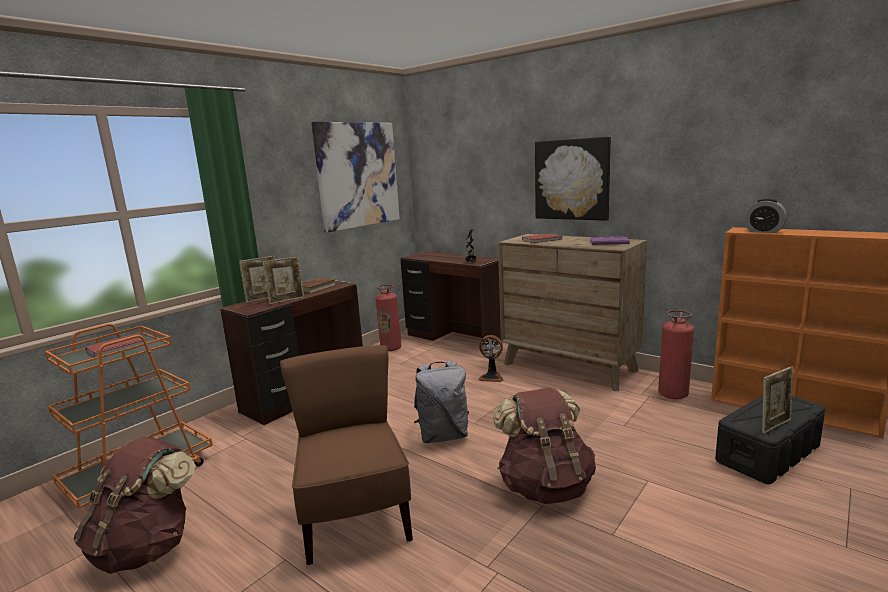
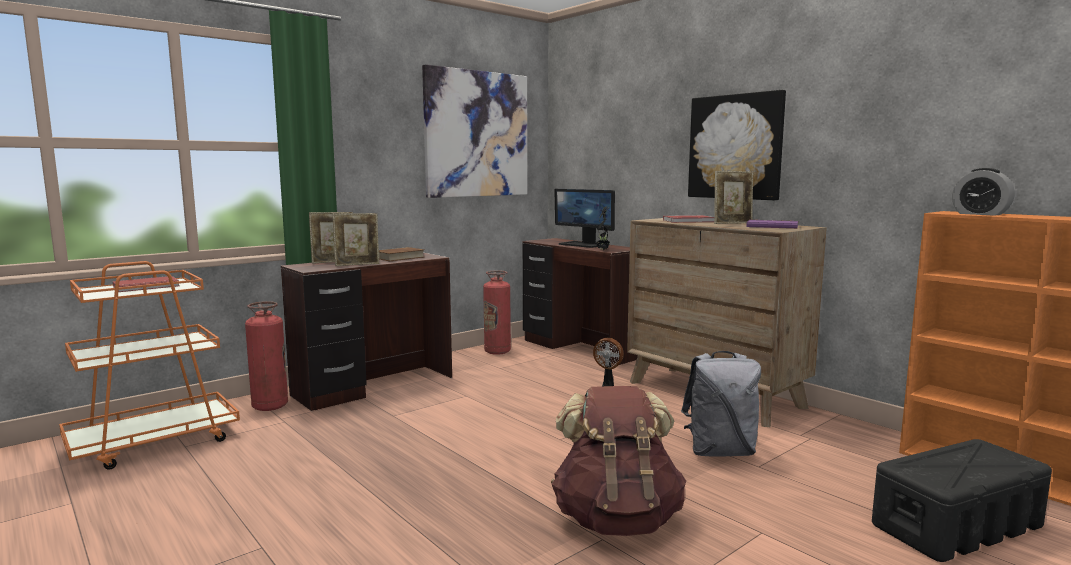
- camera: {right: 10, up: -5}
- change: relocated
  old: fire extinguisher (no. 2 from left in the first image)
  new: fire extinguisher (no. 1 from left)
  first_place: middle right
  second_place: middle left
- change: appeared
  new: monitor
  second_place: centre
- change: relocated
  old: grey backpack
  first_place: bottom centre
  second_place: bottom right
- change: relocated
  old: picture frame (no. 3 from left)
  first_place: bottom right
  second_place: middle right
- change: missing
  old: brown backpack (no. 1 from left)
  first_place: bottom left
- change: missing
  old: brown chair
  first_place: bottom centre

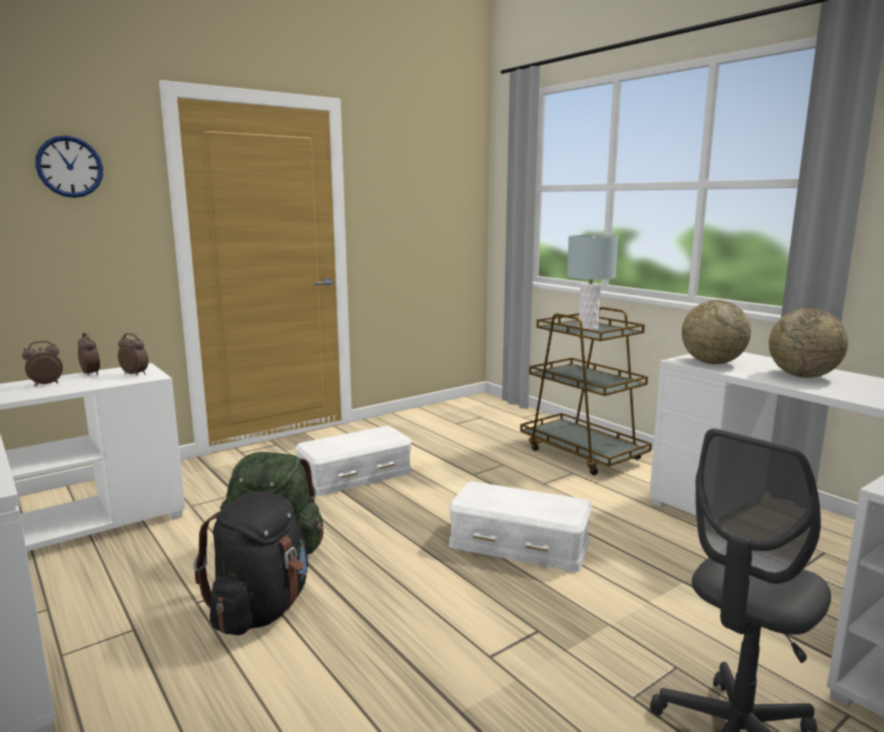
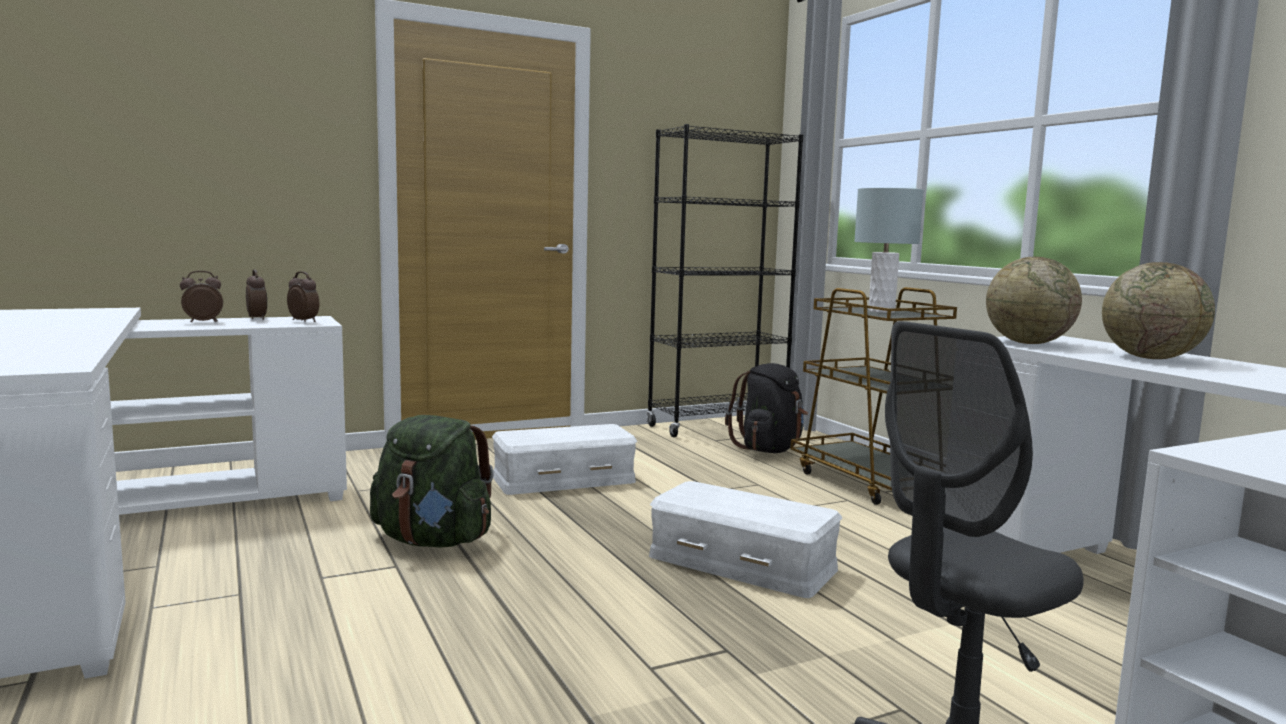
- camera: {right: 10, up: -5}
- change: appeared
  new: black bookcase
  second_place: centre
- change: relocated
  old: black backpack
  first_place: bottom left
  second_place: centre
- change: missing
  old: wall clock
  first_place: top left

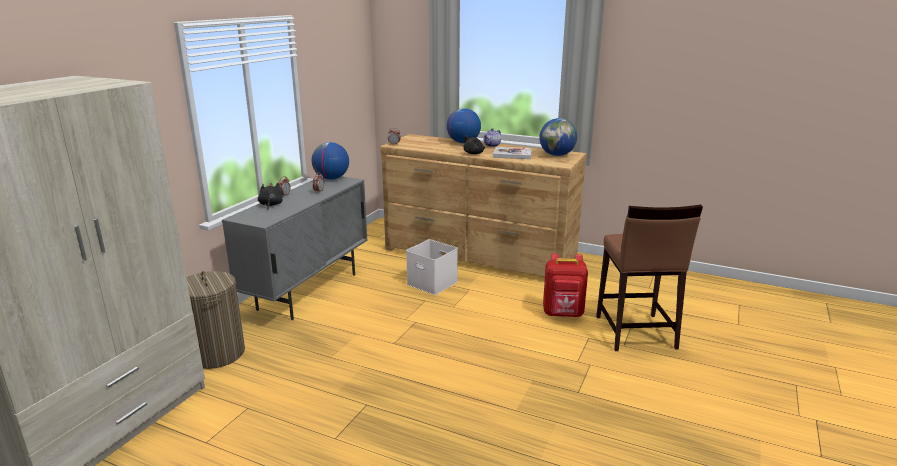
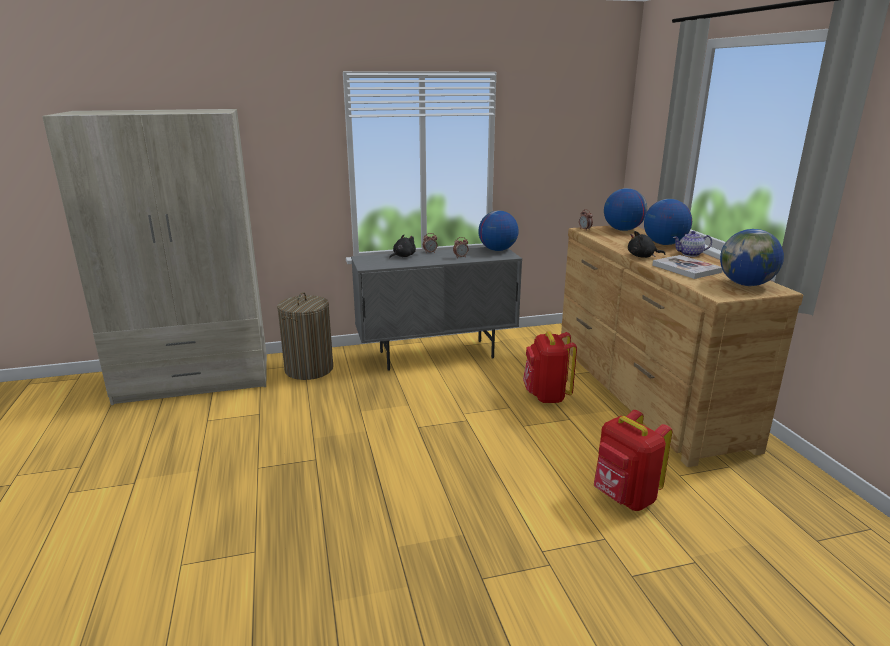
- camera: {right: 50, up: 0}
- change: exchanged
  old: white storage box
  new: red backpack (no. 1 from left)
  first_place: centre
  second_place: centre
- change: appeared
  new: globe (no. 2 from left)
  second_place: top right
- change: missing
  old: brown stool
  first_place: middle right

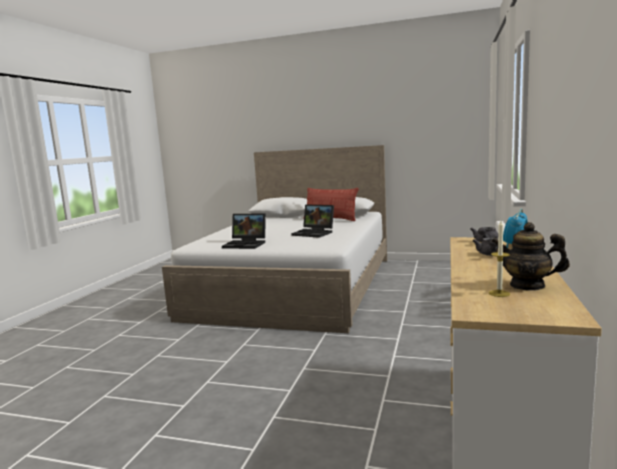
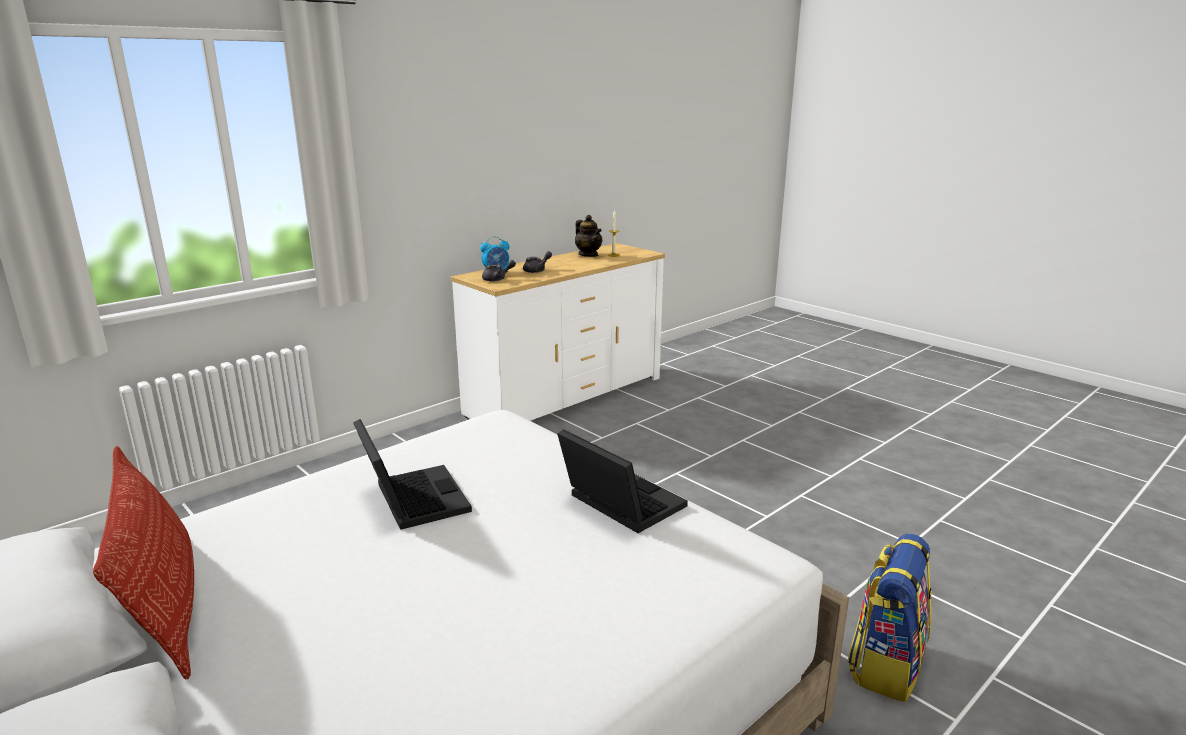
- camera: {right: -150, up: 10}
- change: appeared
  new: backpack
  second_place: bottom right

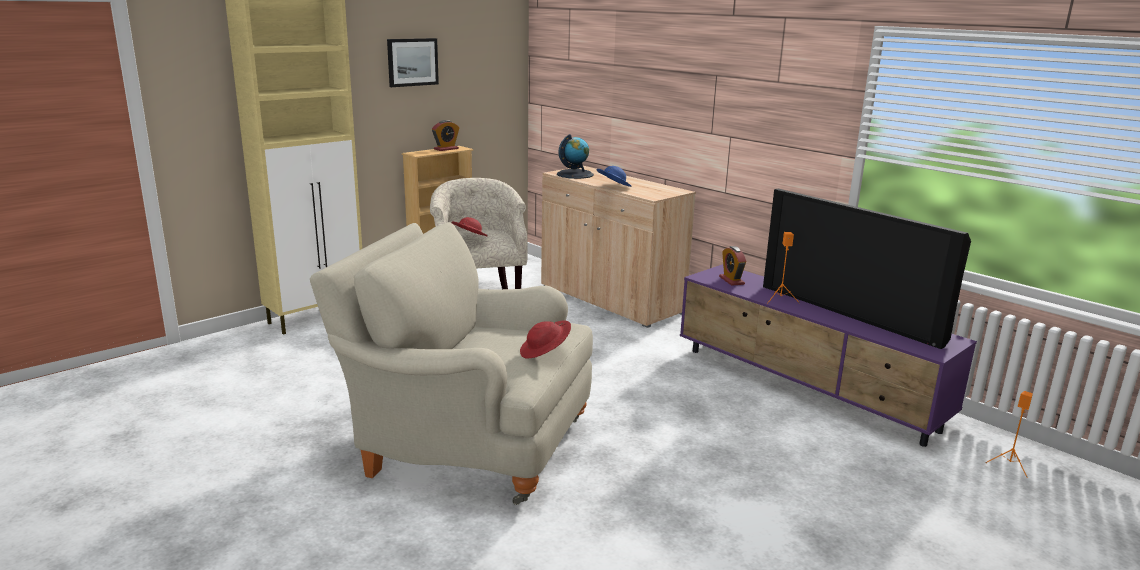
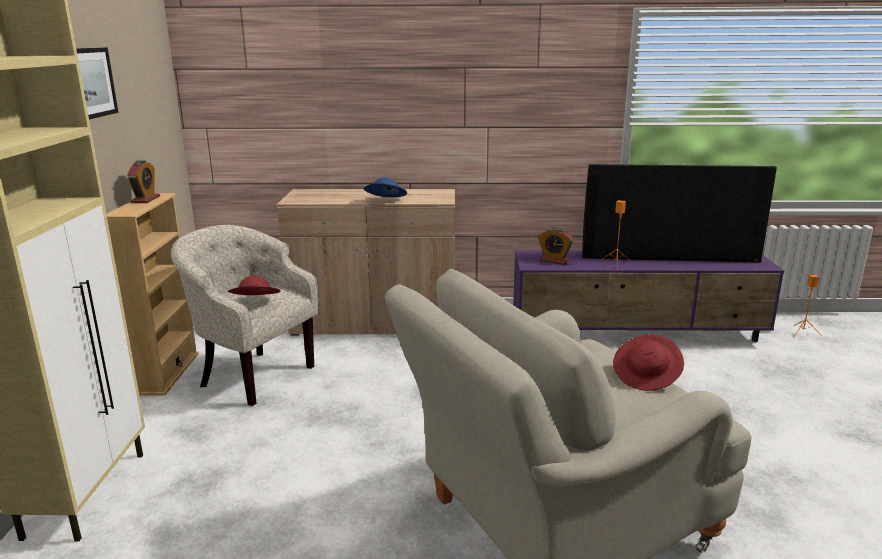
- camera: {right: -45, up: 0}
- change: missing
  old: globe
  first_place: top centre

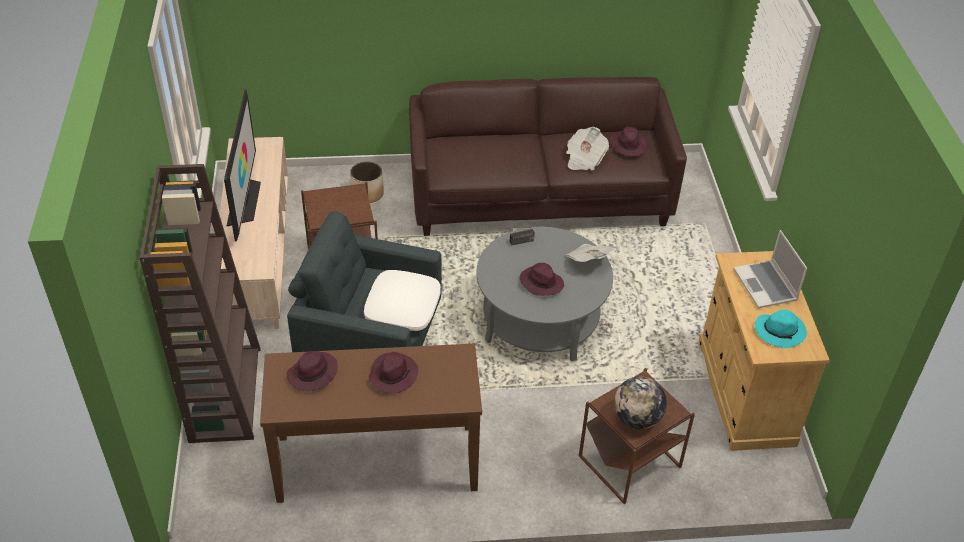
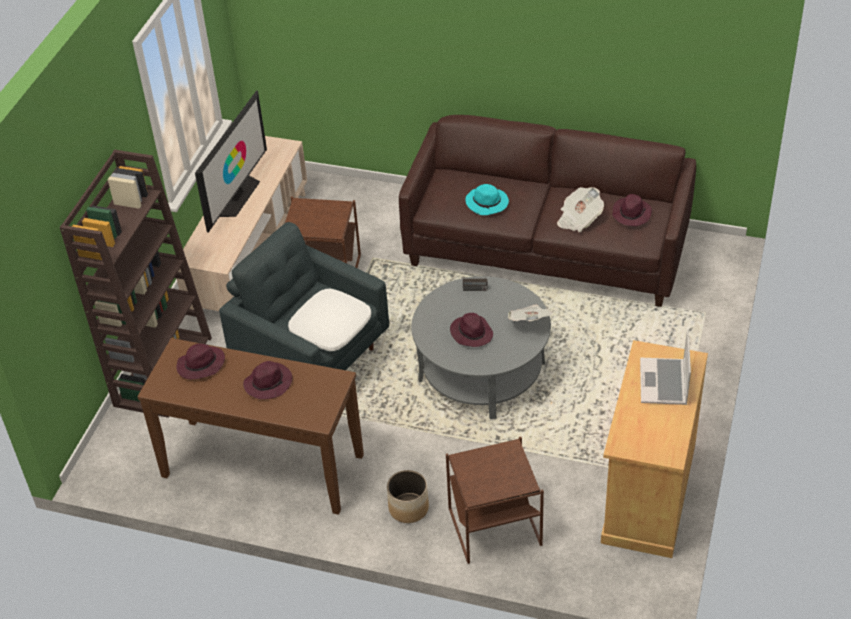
- camera: {right: 25, up: 0}
- change: relocated
  old: planter
  first_place: centre
  second_place: bottom centre
- change: relocated
  old: turquoise hat
  first_place: middle right
  second_place: top centre
- change: missing
  old: globe
  first_place: bottom centre

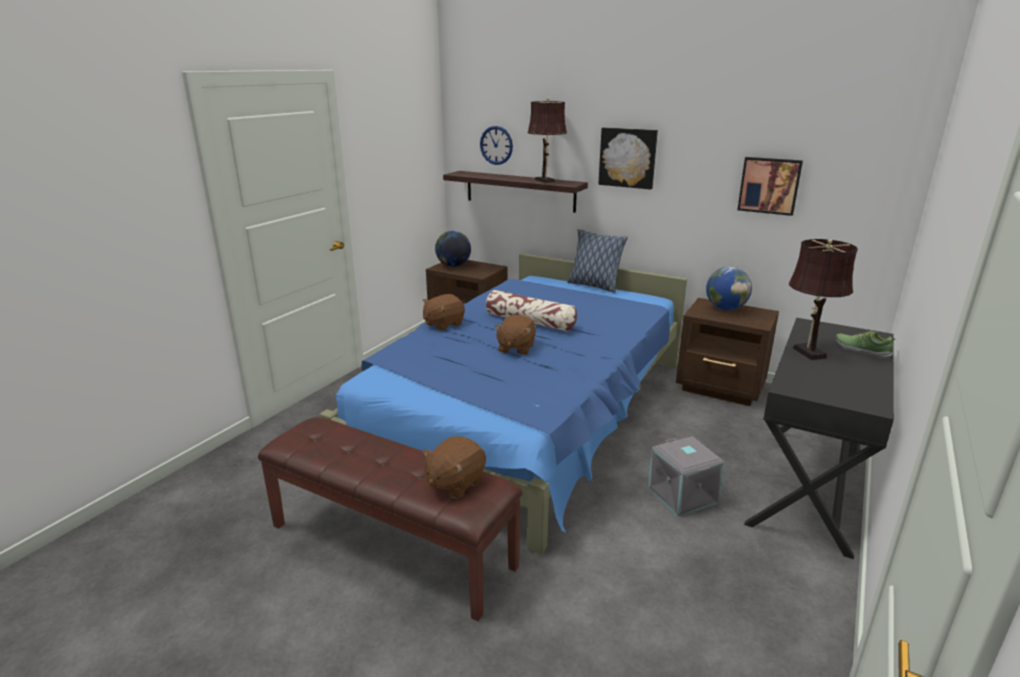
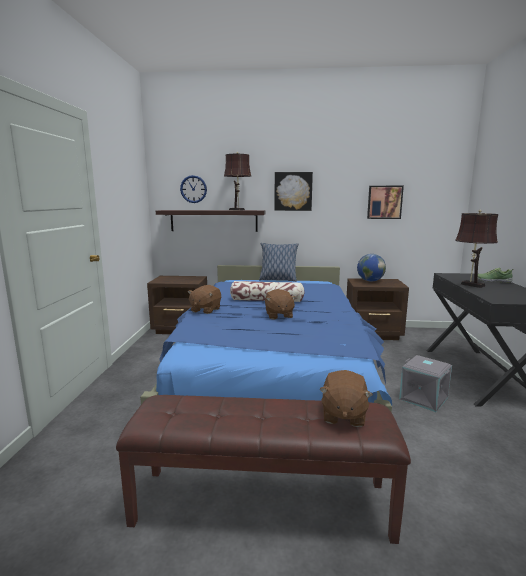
- camera: {right: -25, up: -10}
- change: missing
  old: globe (no. 1 from left)
  first_place: centre

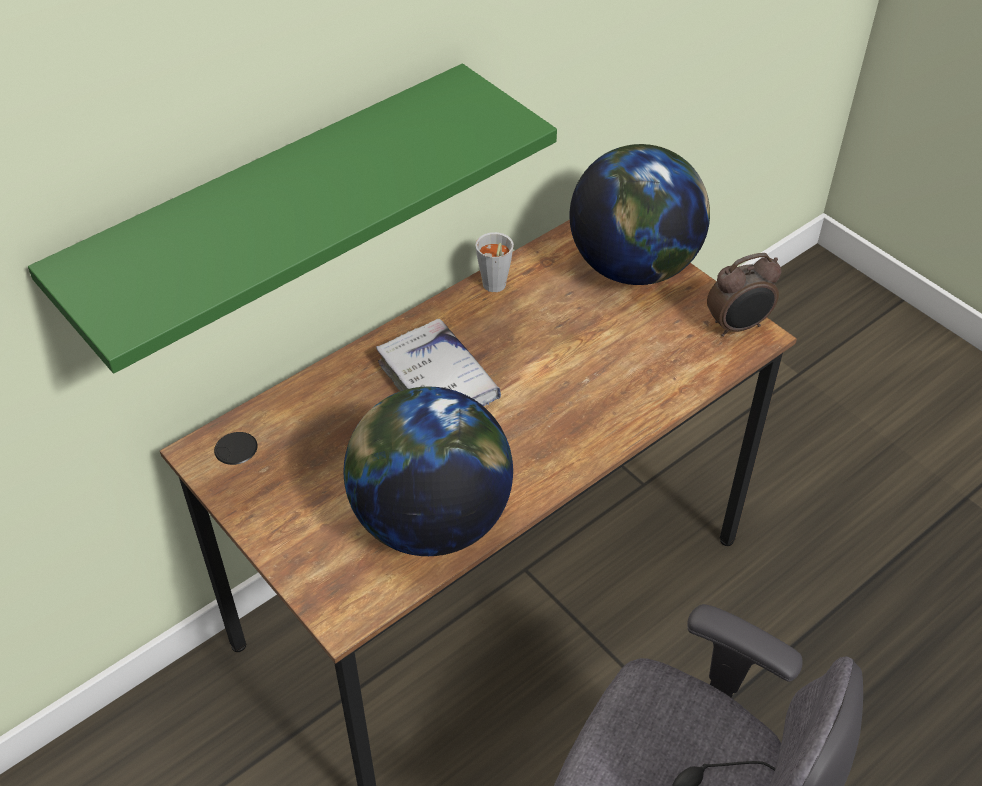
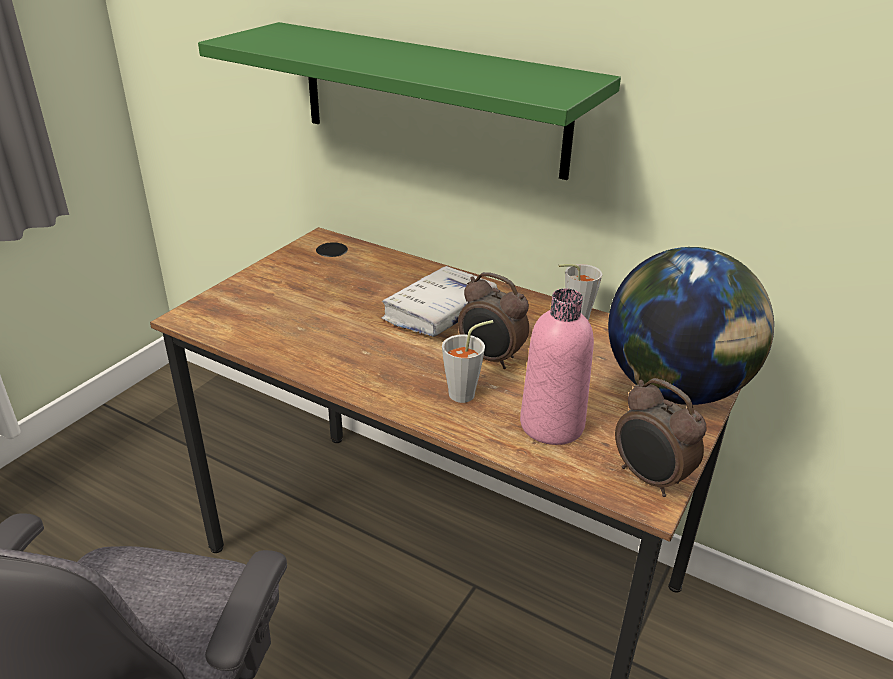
- camera: {right: 70, up: -15}
- change: appeared
  new: grey cup (no. 1 from left)
  second_place: centre
- change: appeared
  new: alarm clock (no. 1 from left)
  second_place: centre
- change: appeared
  new: pink bottle
  second_place: centre
- change: missing
  old: globe (no. 1 from left)
  first_place: centre

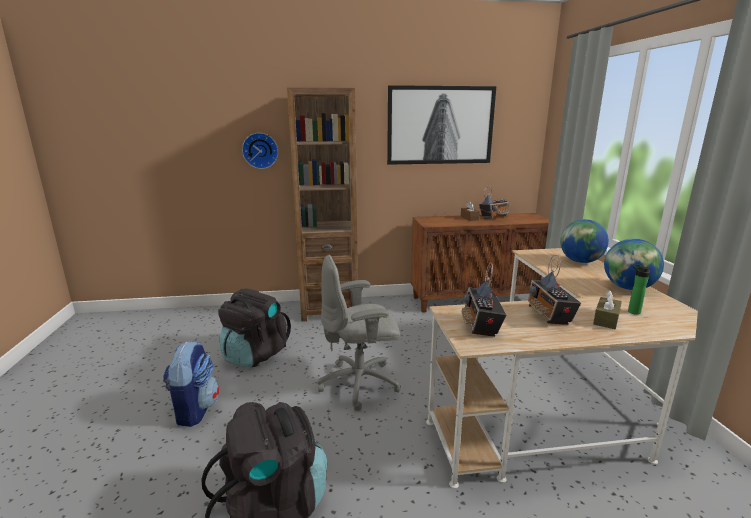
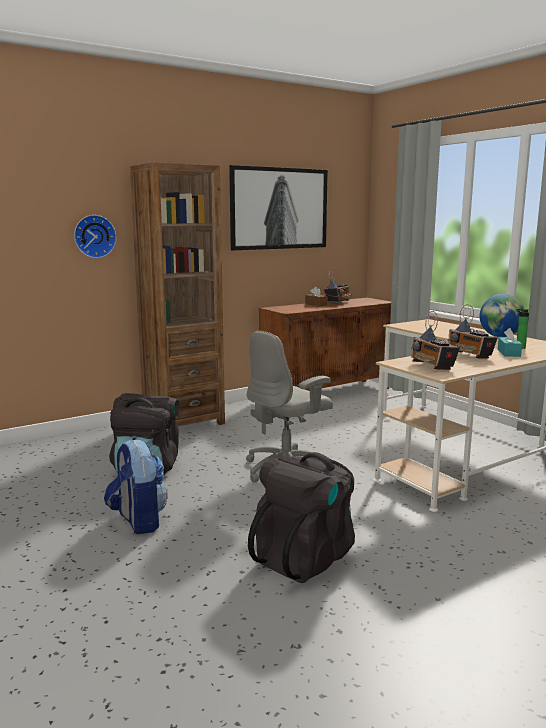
- camera: {right: -25, up: -5}
- change: colour
  old: brown tissue box (no. 2 from left)
  new: turquoise tissue box
  first_place: middle right
  second_place: middle right
- change: missing
  old: globe (no. 1 from left)
  first_place: middle right

